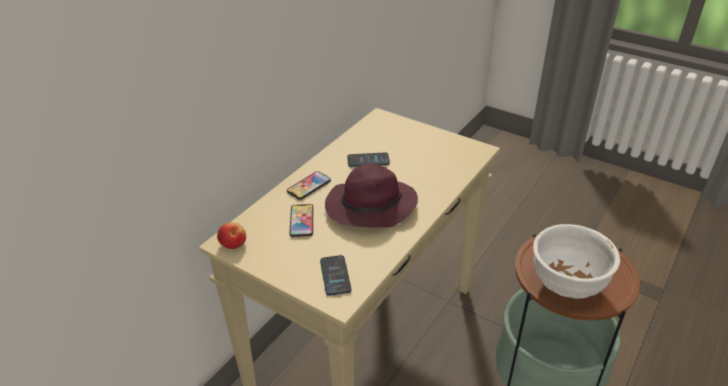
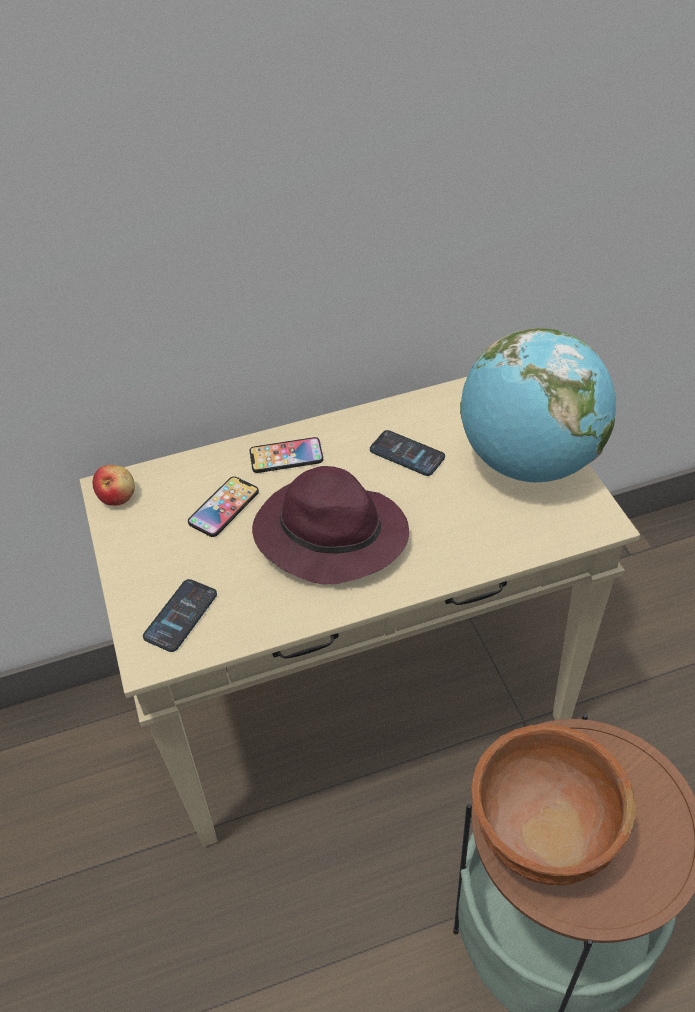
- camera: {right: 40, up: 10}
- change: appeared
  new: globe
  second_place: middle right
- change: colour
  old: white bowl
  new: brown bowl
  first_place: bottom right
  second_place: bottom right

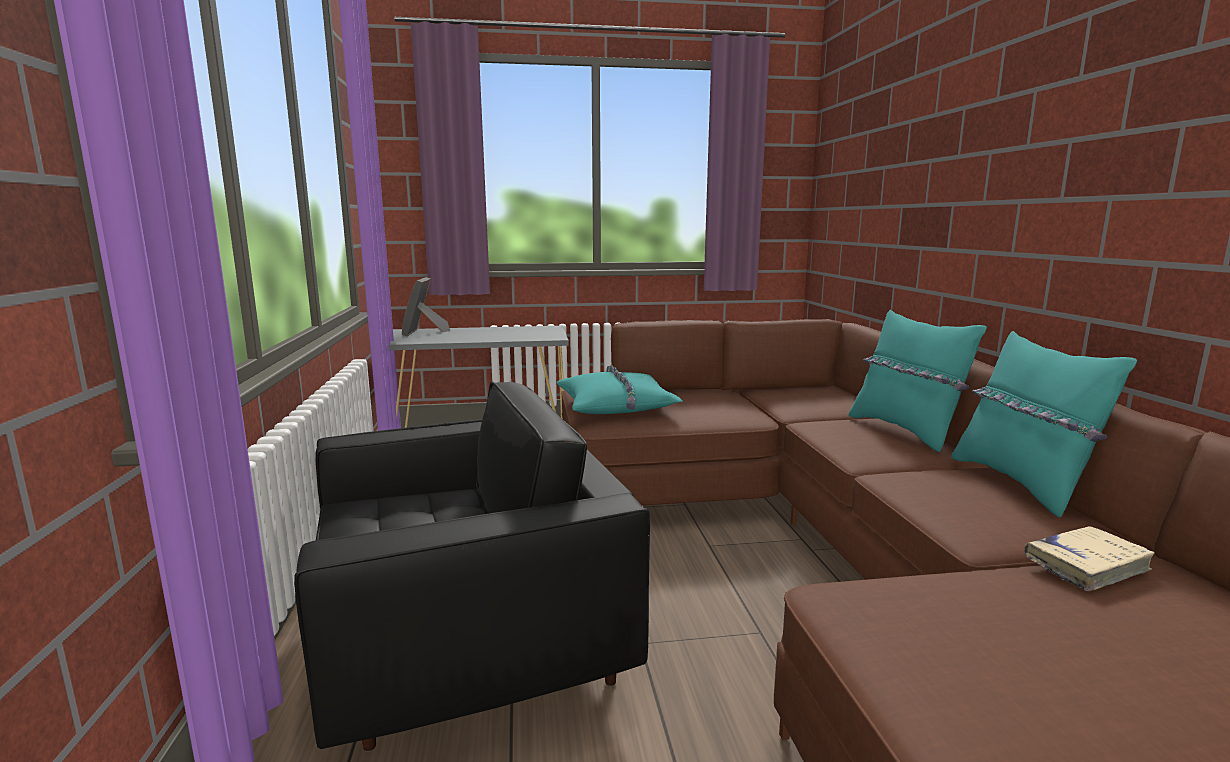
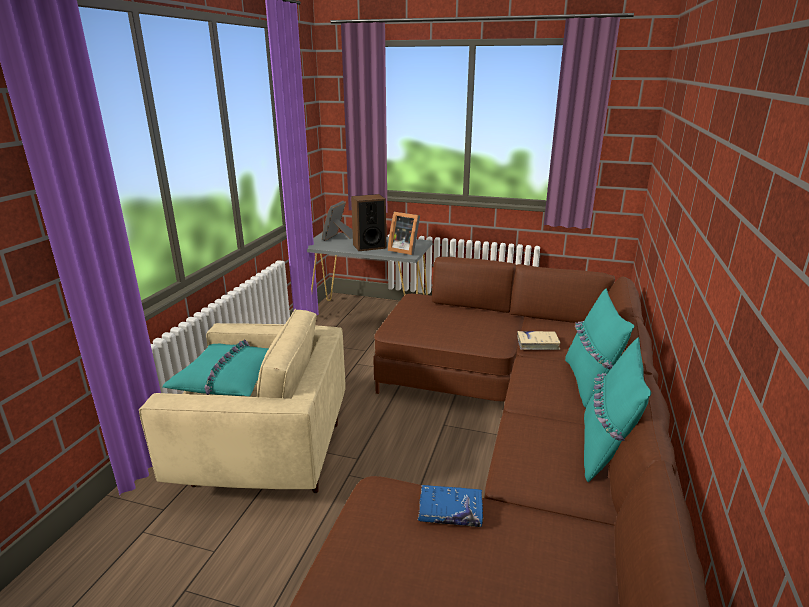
- camera: {right: 25, up: 10}
- change: colour
  old: black armchair
  new: beige armchair
  first_place: bottom centre
  second_place: middle left
- change: relocated
  old: turquoise pillow (no. 1 from left)
  first_place: centre
  second_place: middle left
- change: appeared
  new: speaker
  second_place: centre
- change: appeared
  new: picture frame (no. 2 from left)
  second_place: centre
- change: appeared
  new: blue book
  second_place: bottom centre
- change: relocated
  old: beige book
  first_place: bottom right
  second_place: centre

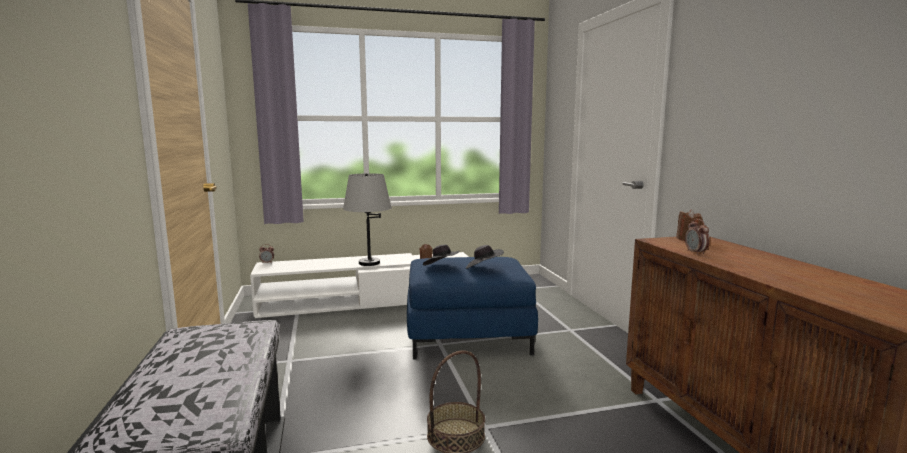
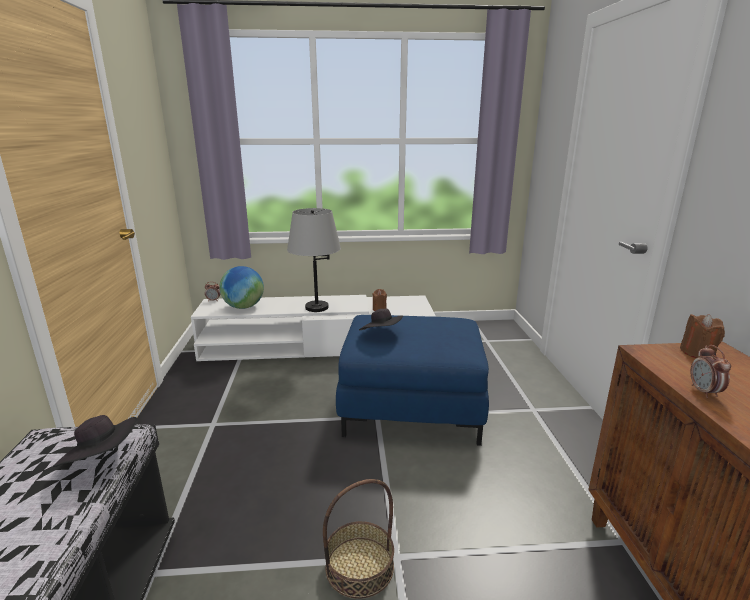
- camera: {right: 10, up: 10}
- change: relocated
  old: black hat (no. 2 from left in the first image)
  new: black hat (no. 1 from left)
  first_place: centre
  second_place: bottom left
- change: appeared
  new: globe
  second_place: middle left

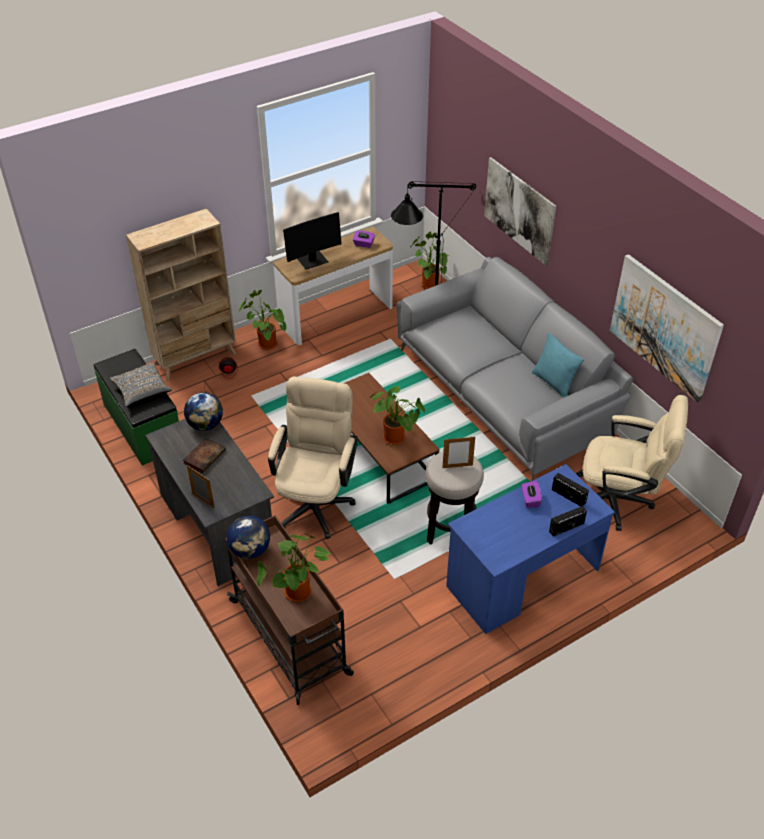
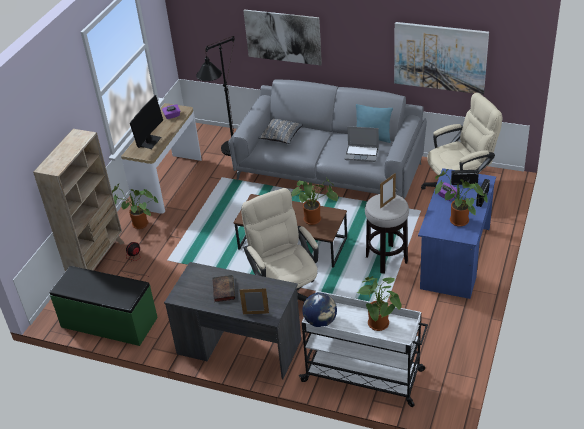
- camera: {right: -35, up: -5}
- change: relocated
  old: grey pillow
  first_place: middle left
  second_place: top centre
- change: colour
  old: brown cart
  new: white cart
  first_place: bottom centre
  second_place: bottom centre
- change: appeared
  new: laptop
  second_place: centre
- change: relocated
  old: potted plant (no. 4 from left)
  first_place: top centre
  second_place: middle right
- change: missing
  old: globe (no. 1 from left)
  first_place: middle left

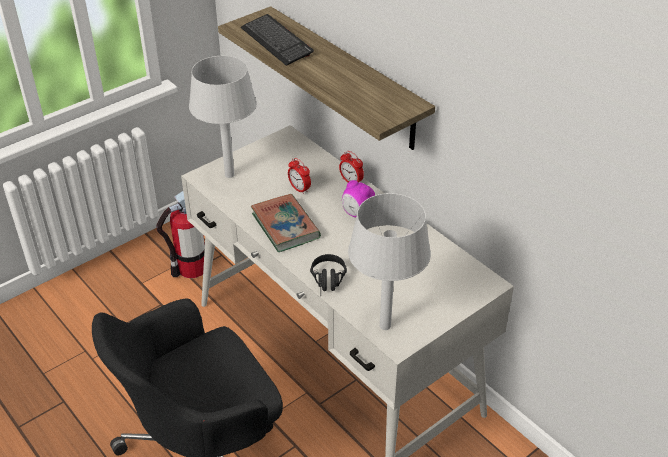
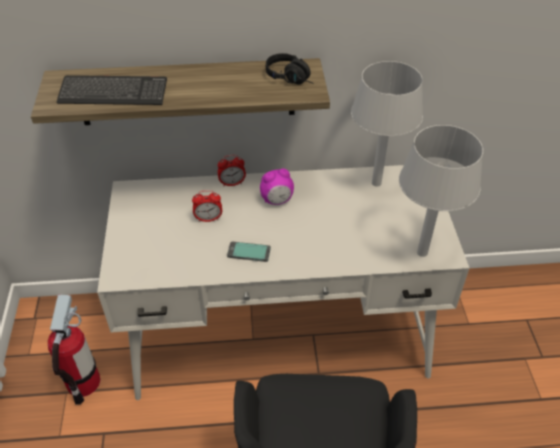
- camera: {right: -55, up: 5}
- change: exchanged
  old: book
  new: phone
  first_place: centre
  second_place: centre
- change: relocated
  old: black headphones
  first_place: centre
  second_place: top centre
- change: relocated
  old: grey table lamp (no. 1 from left)
  first_place: top centre
  second_place: top right

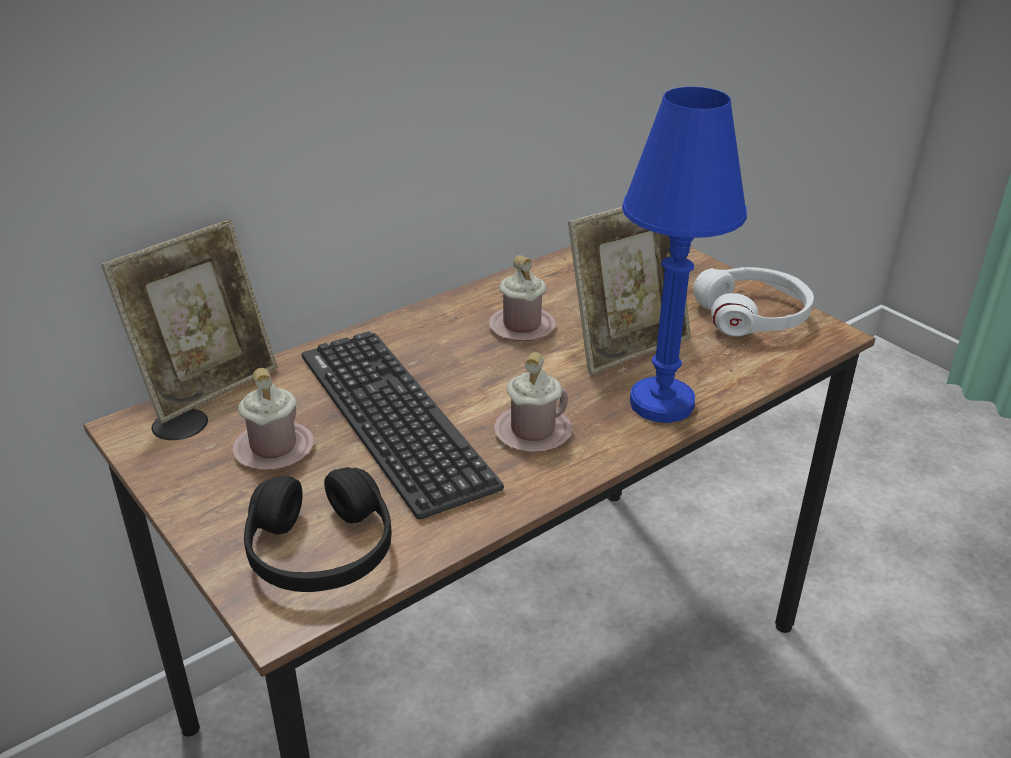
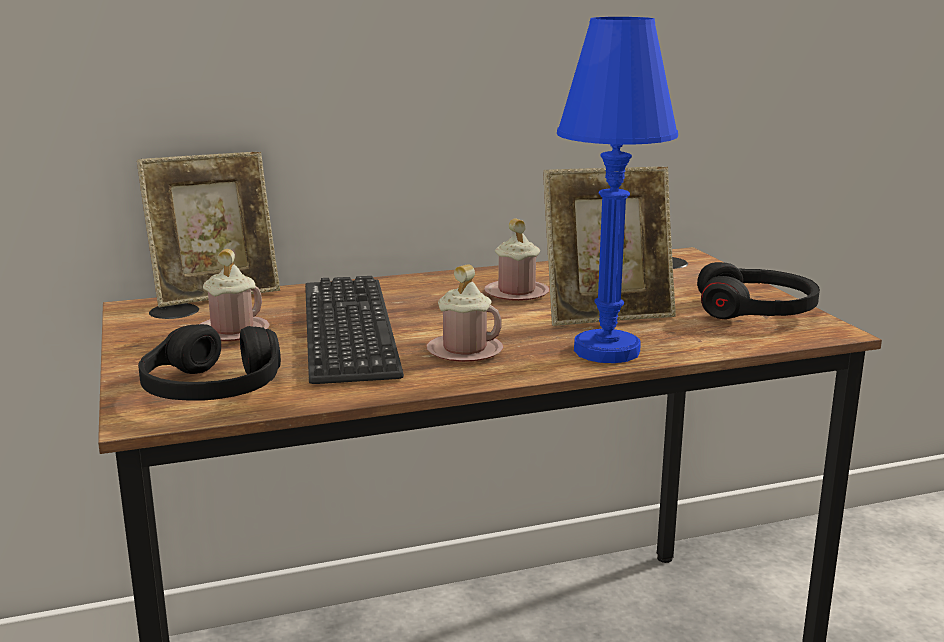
- camera: {right: 20, up: -15}
- change: colour
  old: white headphones
  new: black headphones (no. 2 from left)
  first_place: middle right
  second_place: middle right

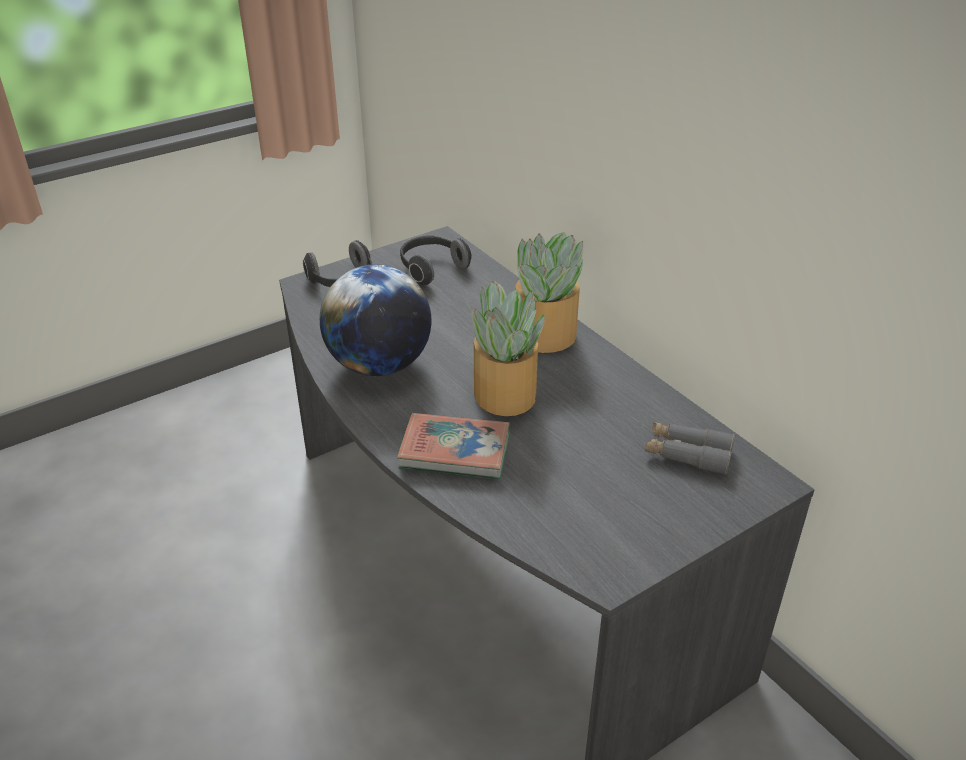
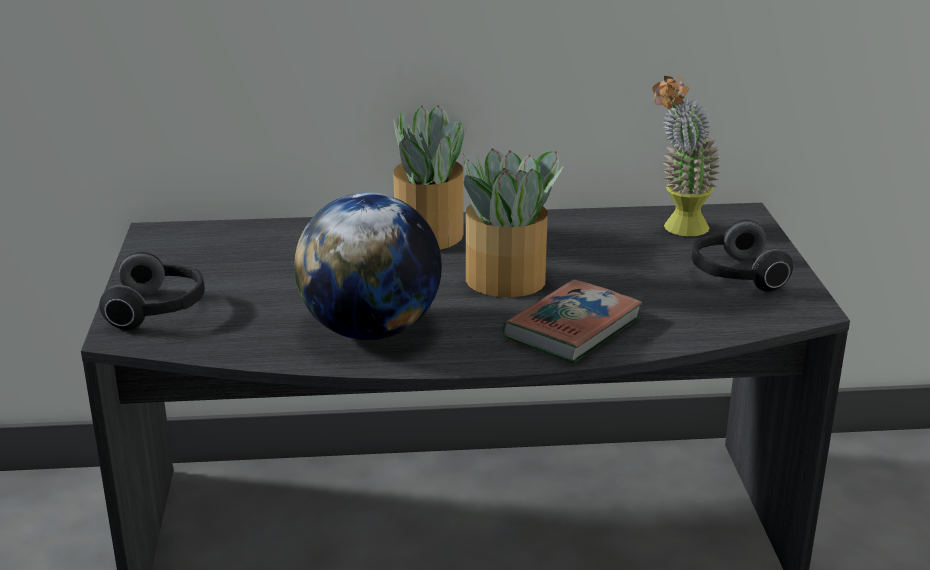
- camera: {right: -60, up: -10}
- change: exchanged
  old: grey binoculars
  new: potted plant (no. 3 from left)
  first_place: middle right
  second_place: top right
- change: relocated
  old: headphones (no. 2 from left)
  first_place: centre
  second_place: middle right

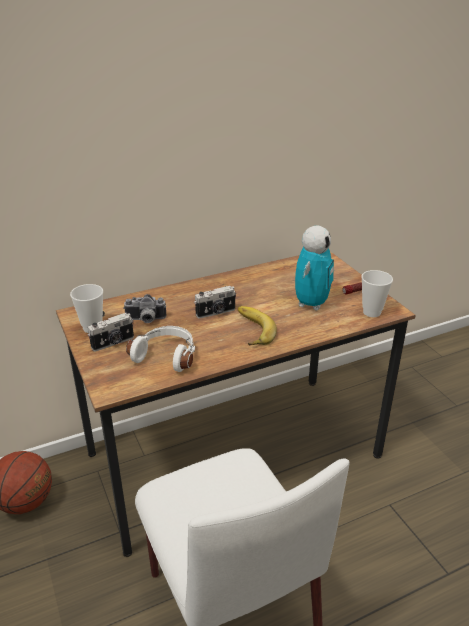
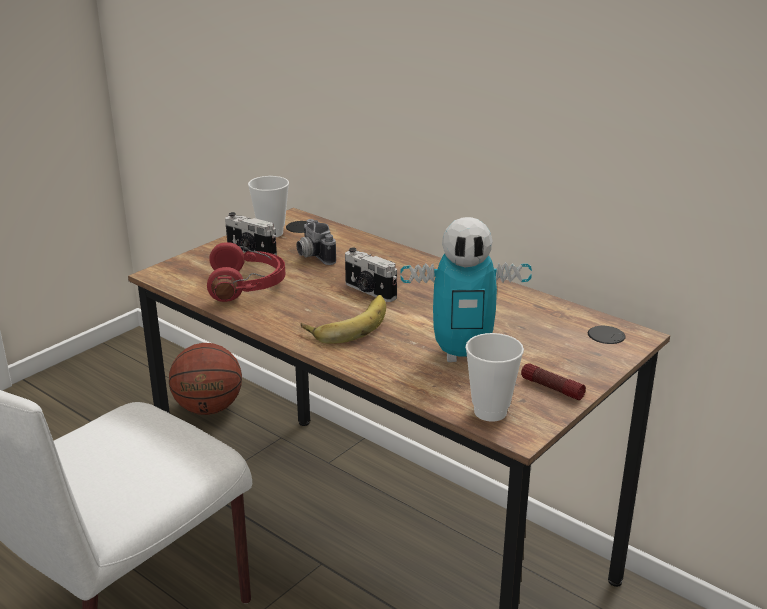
- camera: {right: 65, up: -5}
- change: colour
  old: white headphones
  new: red headphones
  first_place: centre
  second_place: middle left

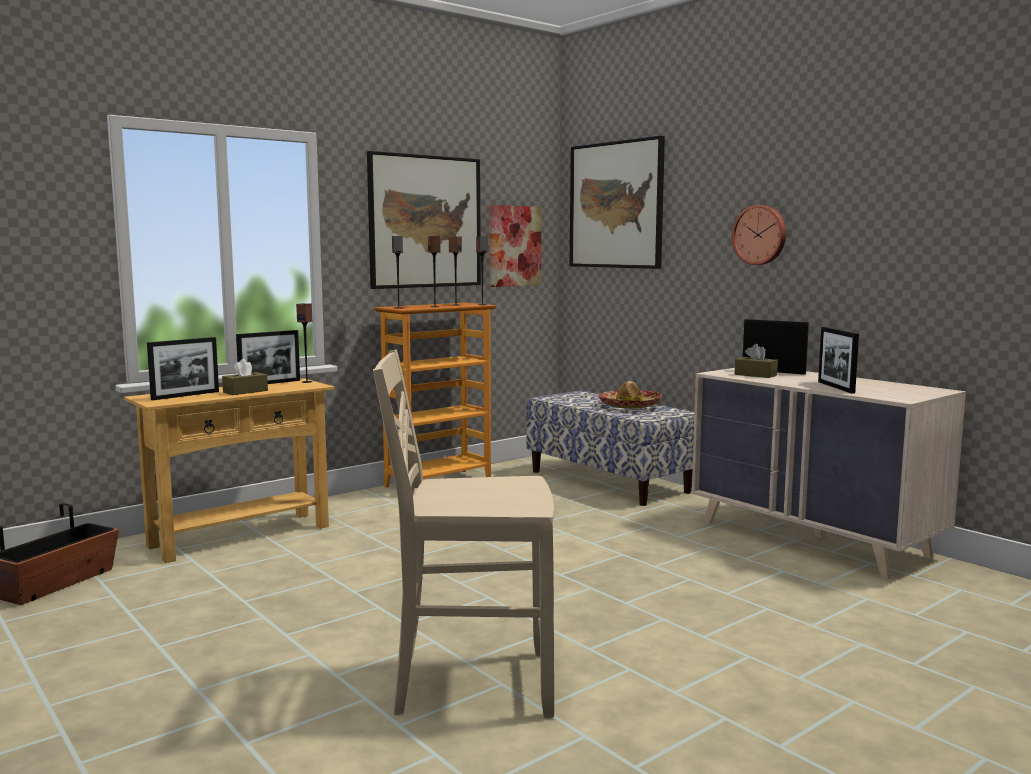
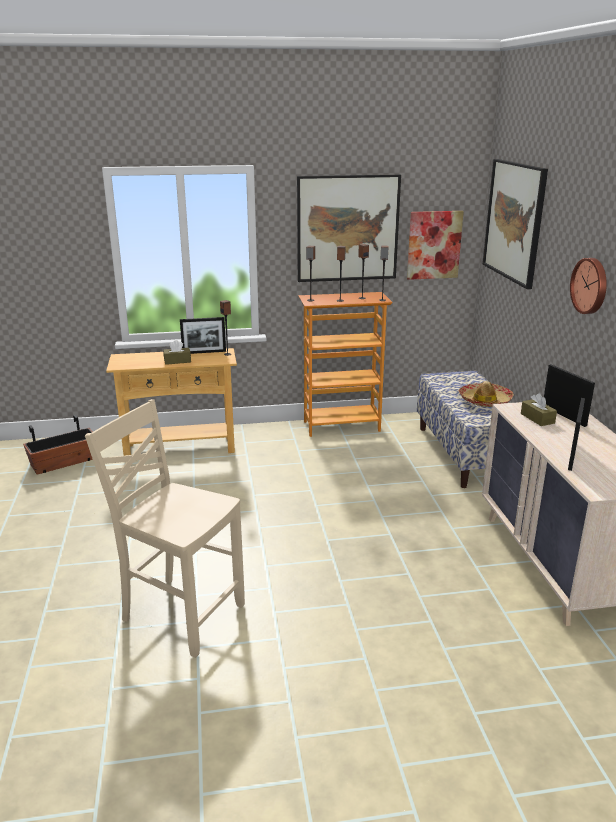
- camera: {right: 30, up: 15}
- change: missing
  old: picture frame (no. 1 from left)
  first_place: middle left

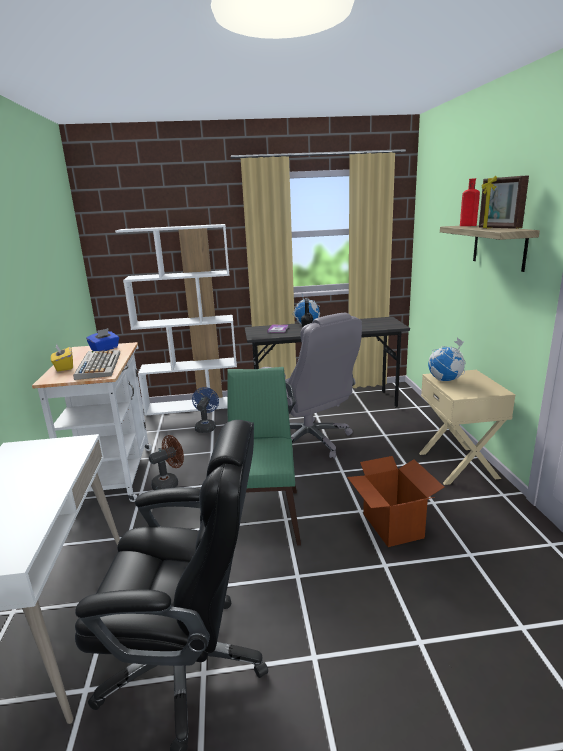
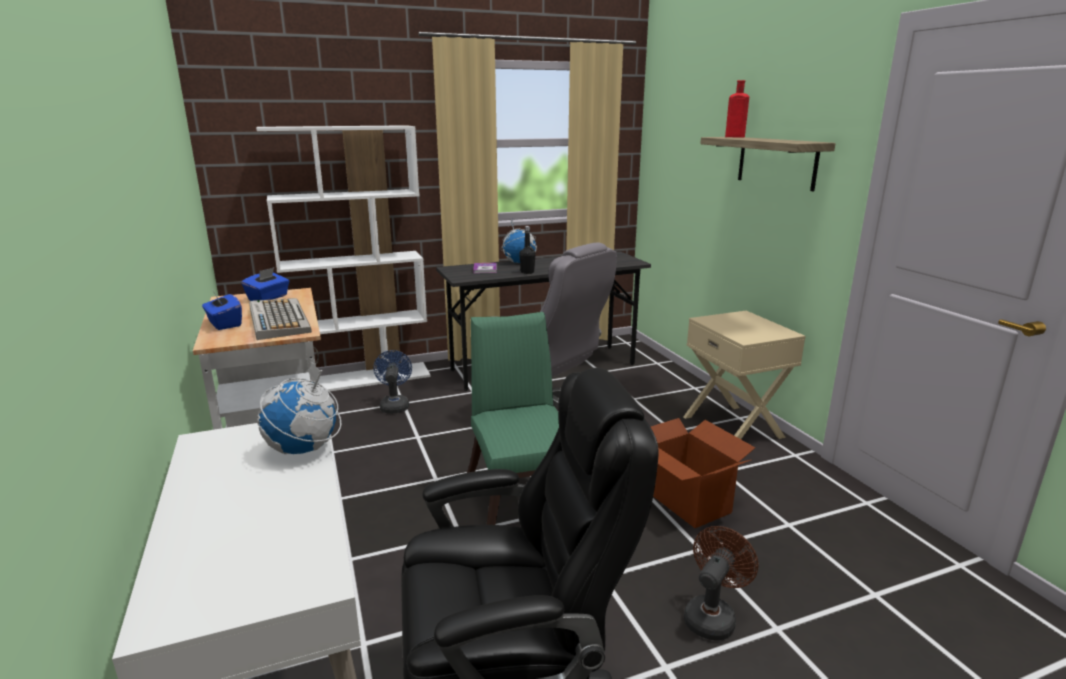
- camera: {right: -15, up: 0}
- change: colour
  old: yellow tissue box
  new: blue tissue box (no. 1 from left)
  first_place: middle left
  second_place: middle left
- change: relocated
  old: globe (no. 2 from left in the first image)
  new: globe (no. 1 from left)
  first_place: middle right
  second_place: middle left
- change: relocated
  old: brown fan
  first_place: middle left
  second_place: bottom right
- change: missing
  old: picture frame
  first_place: top right

